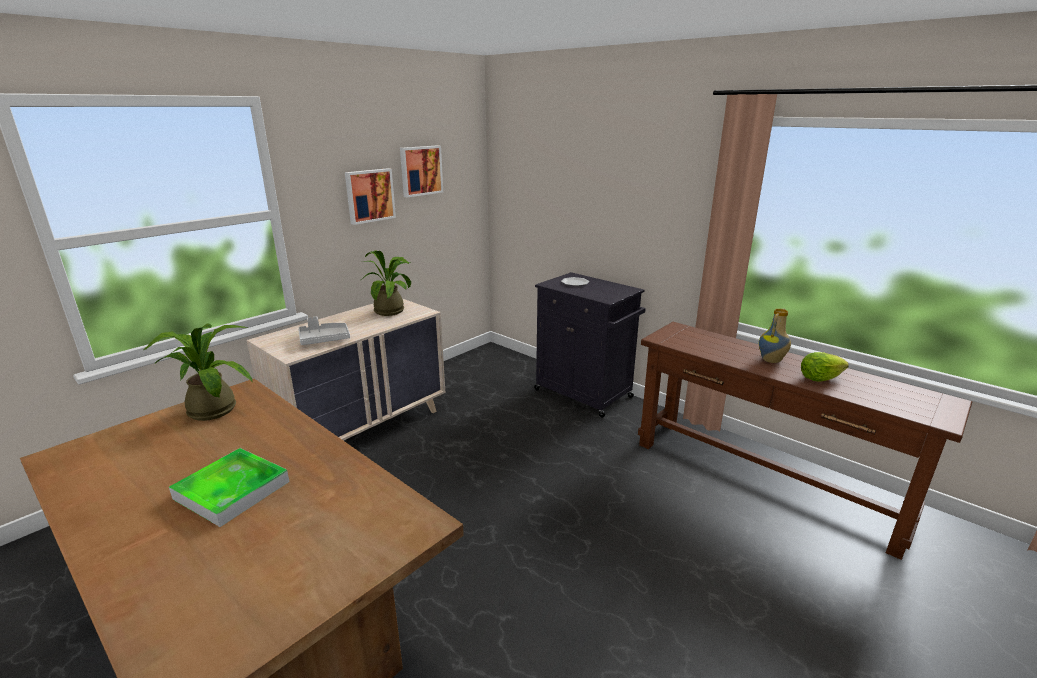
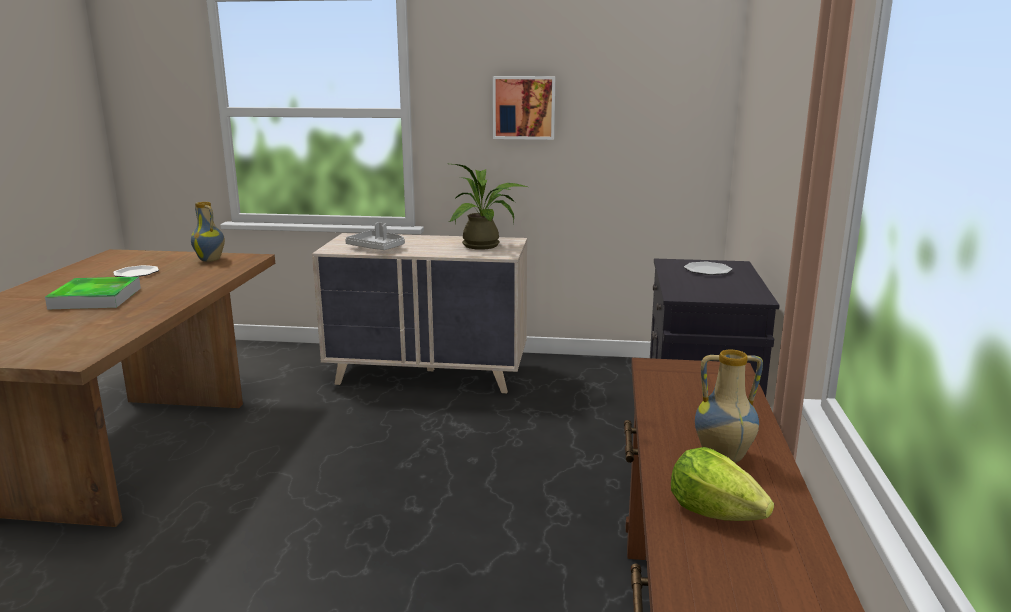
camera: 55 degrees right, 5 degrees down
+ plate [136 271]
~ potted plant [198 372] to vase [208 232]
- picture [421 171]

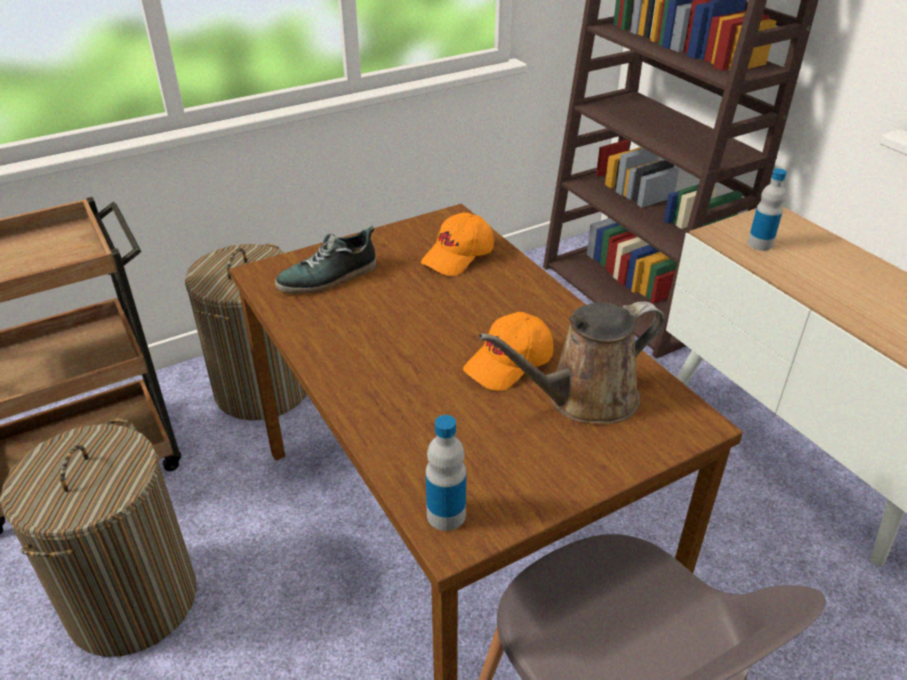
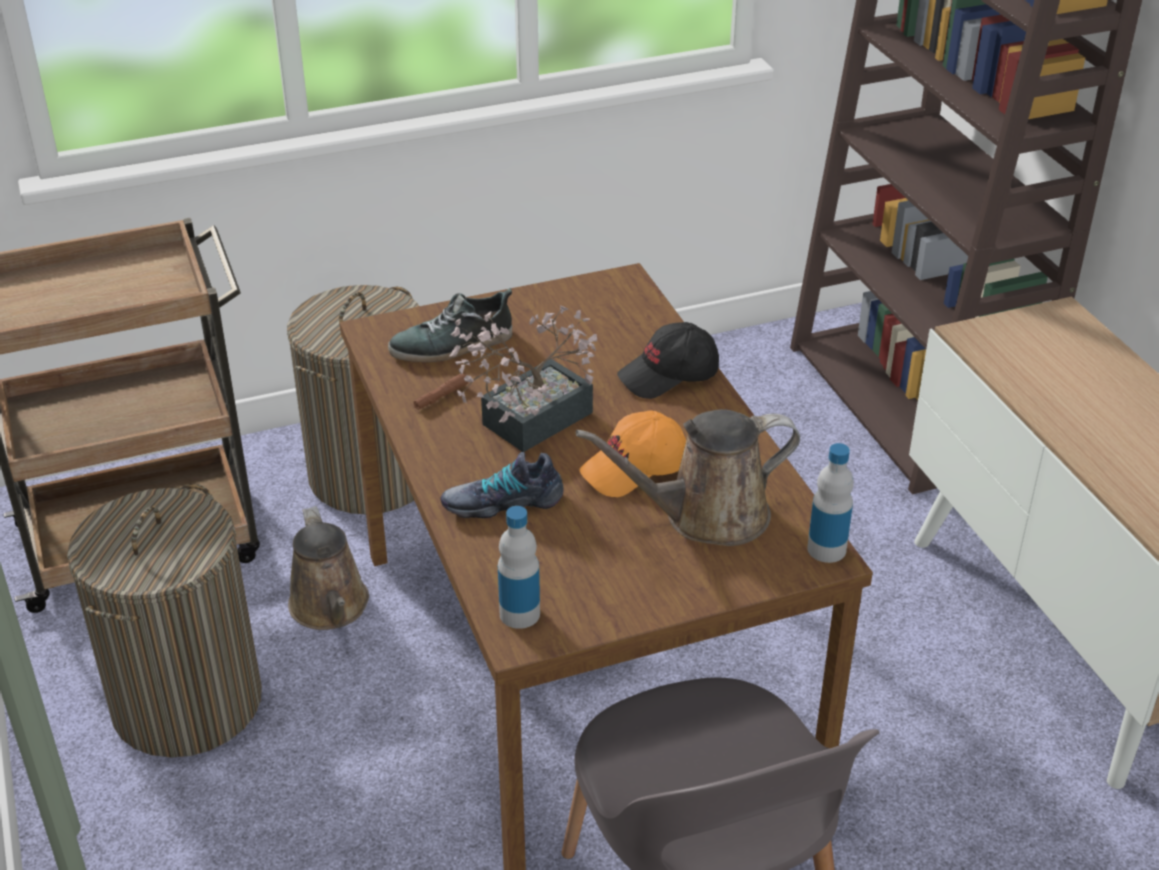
camera: 10 degrees right, 0 degrees up
+ watering can (brown) [328 568]
+ flashlight (brown) [441 392]
+ shoe [502 485]
+ potted plant [523 379]
+ cap (black) [668 360]
~ bottle [767 209] to [830 503]
- cap (orange) [457 244]

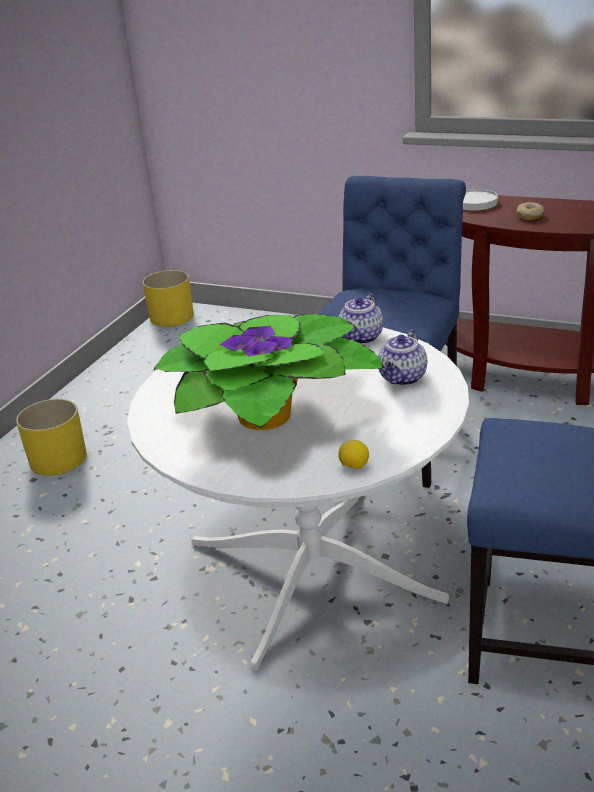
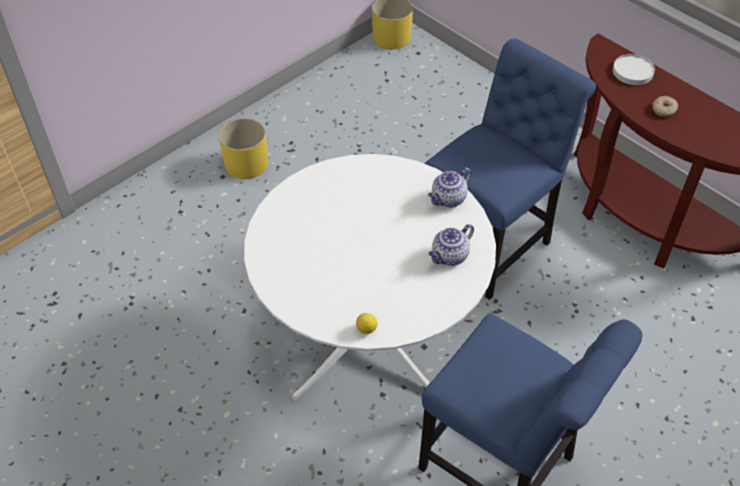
camera: 20 degrees right, 20 degrees up
- potted plant [268 372]

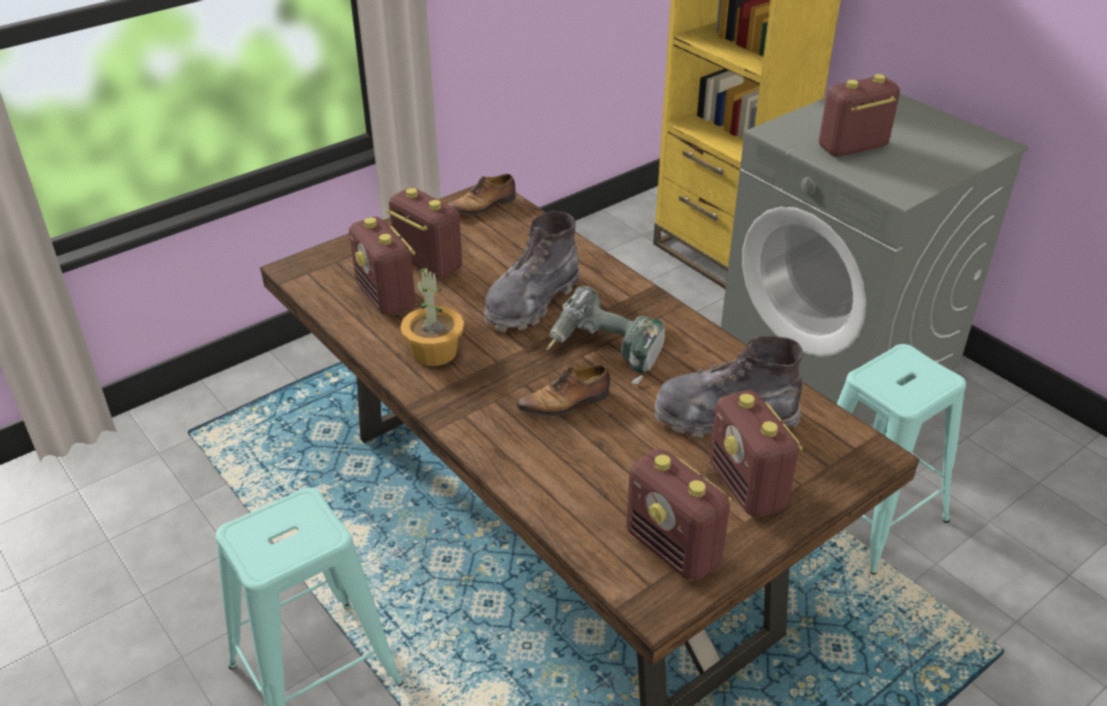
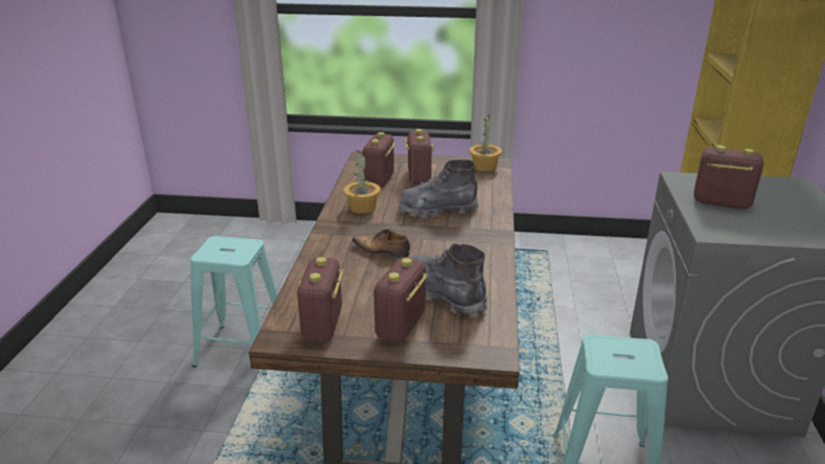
camera: 45 degrees right, 10 degrees down
~ shoe [482 194] to potted plant [485 143]
- power drill [605 335]

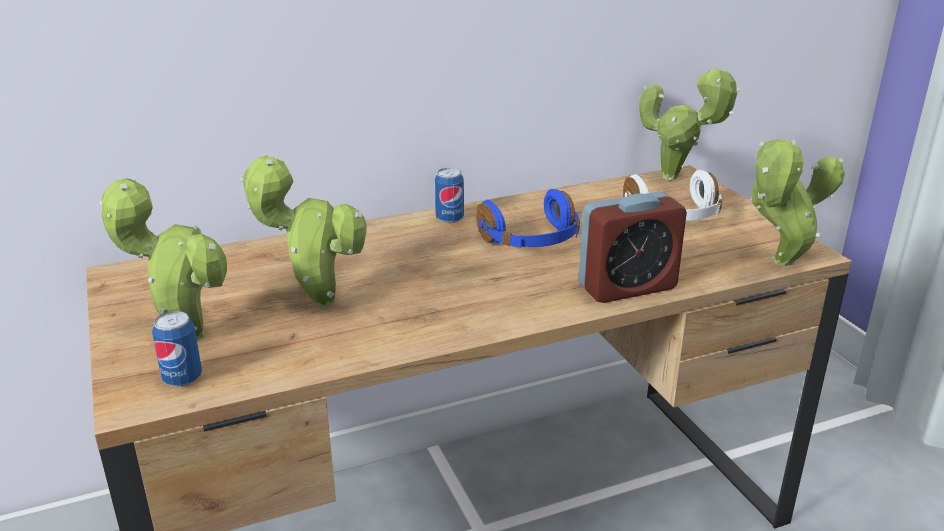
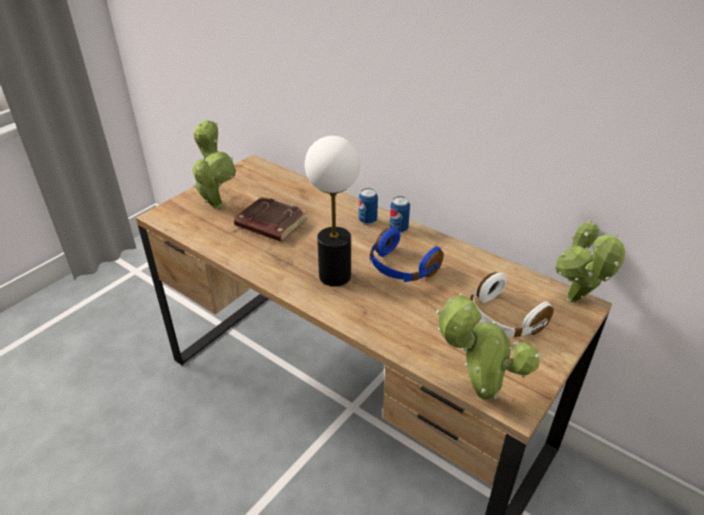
camera: 60 degrees right, 10 degrees up
~ potted plant [303 231] to book (brown) [270 219]
+ table lamp [332 211]
~ can [177 349] to [368 206]
- alarm clock [633 247]

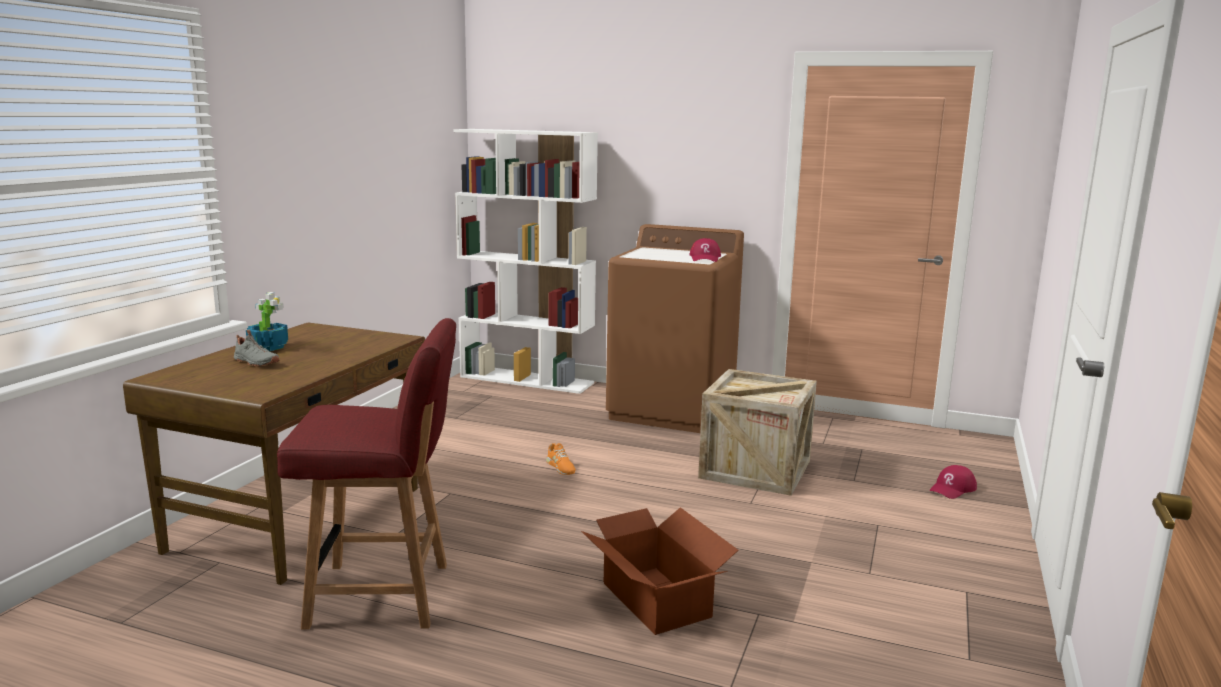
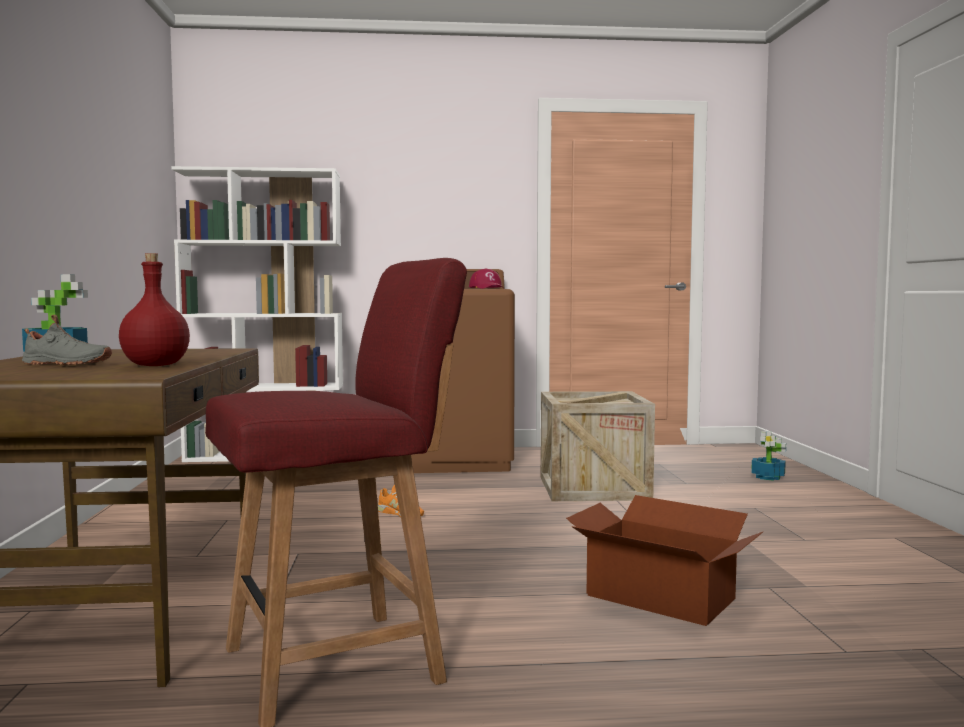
camera: 25 degrees left, 10 degrees down
+ bottle (red) [154 309]
~ cap (red) [953 482] to potted plant [768 456]

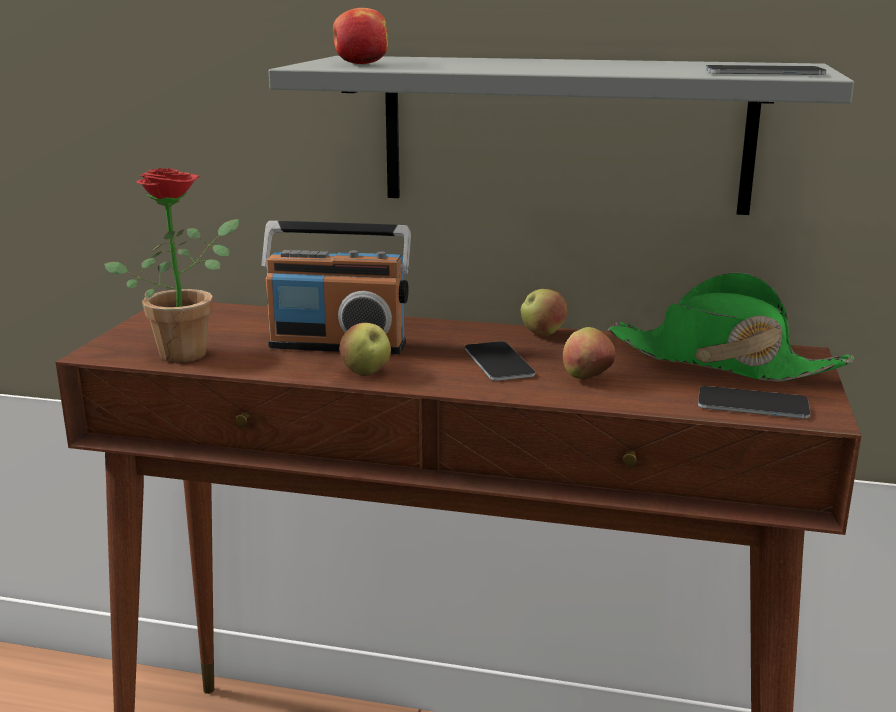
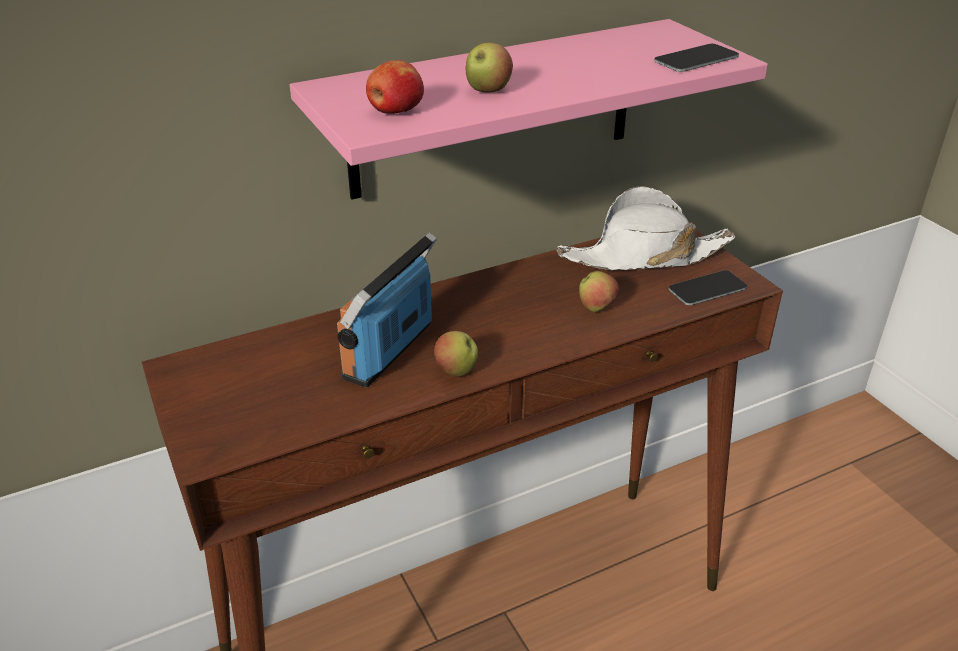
camera: 40 degrees left, 15 degrees up
~ shelf (grey) [561 135] to shelf (pink) [529 109]
~ radio [336 288] = [387 309] 150 degrees clockwise
~ apple [544 312] to [489 67]
~ hat (green) [731 327] to hat (white) [645 228]
- potted plant [171 265]
- phone [500 361]

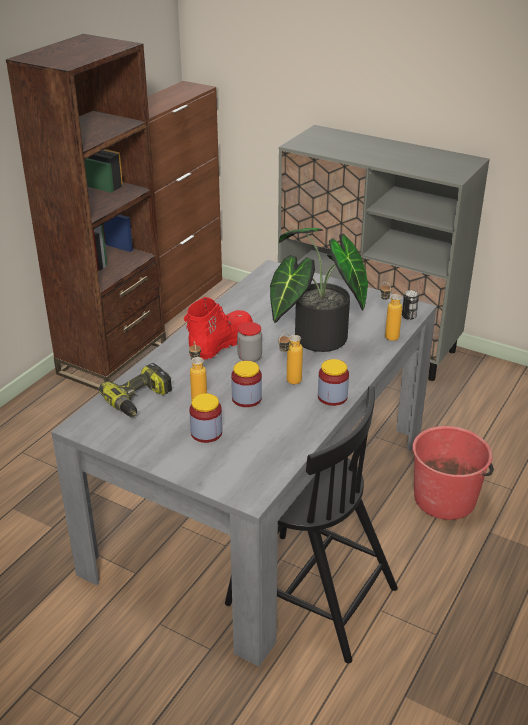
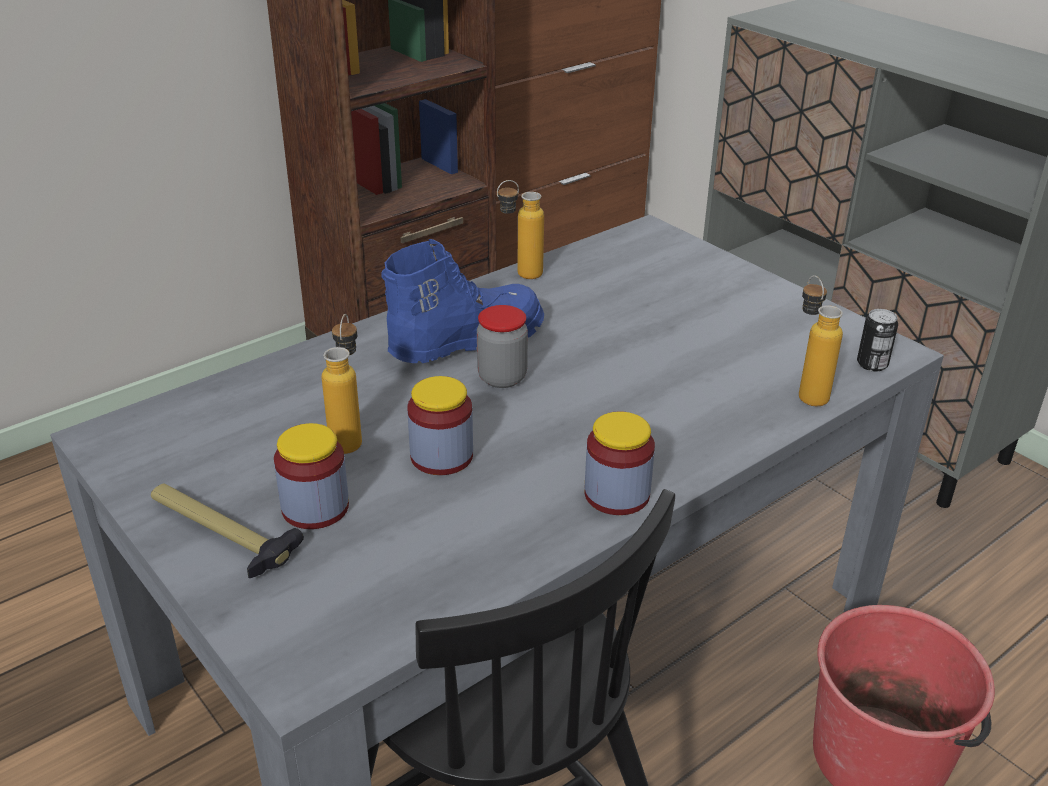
camera: 20 degrees right, 0 degrees up
+ hammer [227 531]
~ boot (red) [218 328] to boot (blue) [462 301]
~ bottle [290 358] to [520 229]
- power drill [135 390]
- potted plant [319 290]

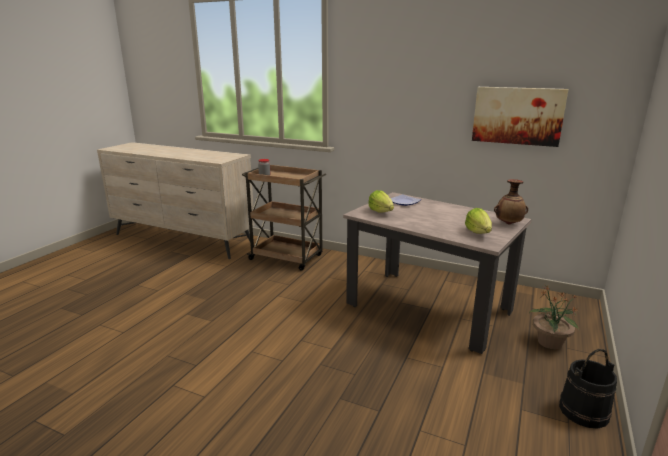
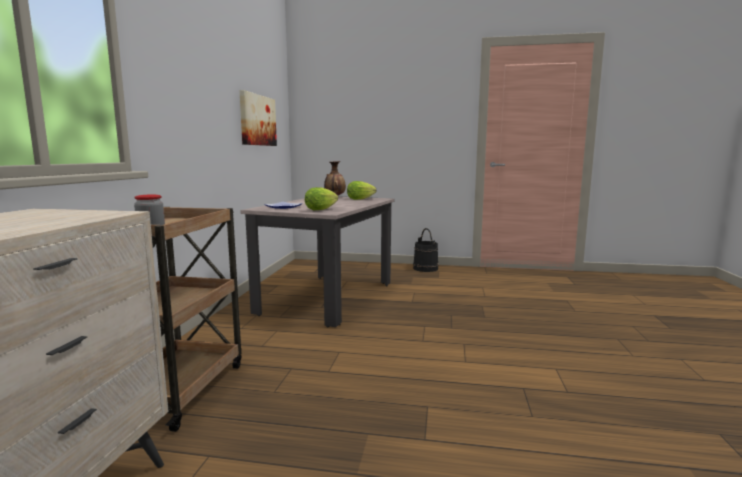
camera: 105 degrees left, 10 degrees down
- potted plant [554 317]

